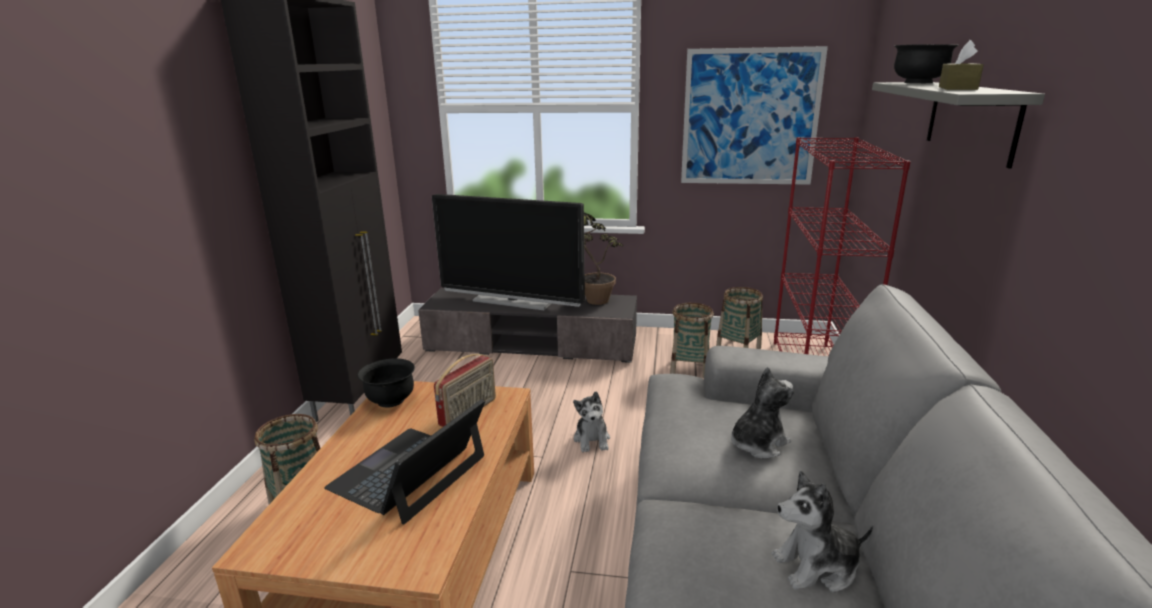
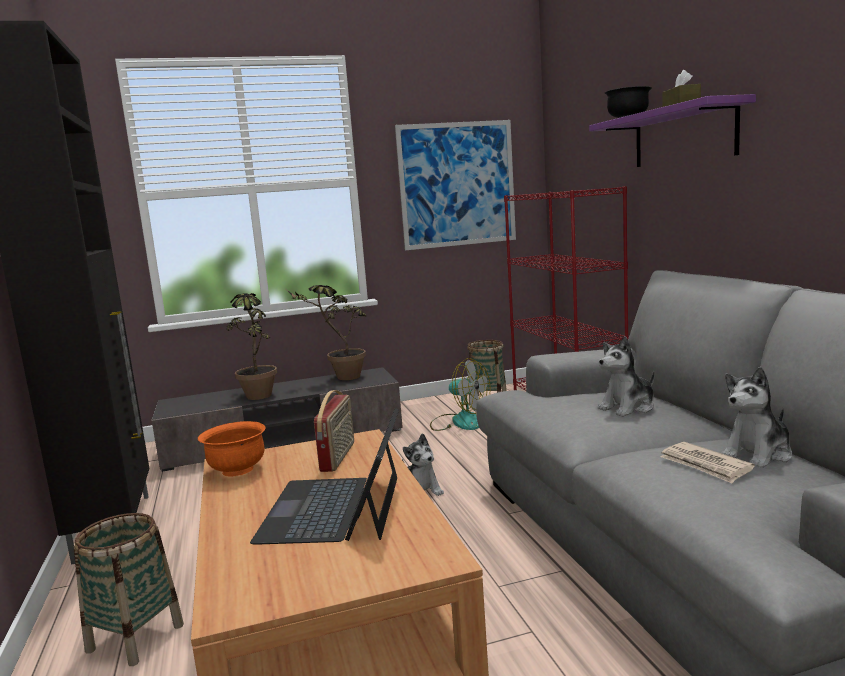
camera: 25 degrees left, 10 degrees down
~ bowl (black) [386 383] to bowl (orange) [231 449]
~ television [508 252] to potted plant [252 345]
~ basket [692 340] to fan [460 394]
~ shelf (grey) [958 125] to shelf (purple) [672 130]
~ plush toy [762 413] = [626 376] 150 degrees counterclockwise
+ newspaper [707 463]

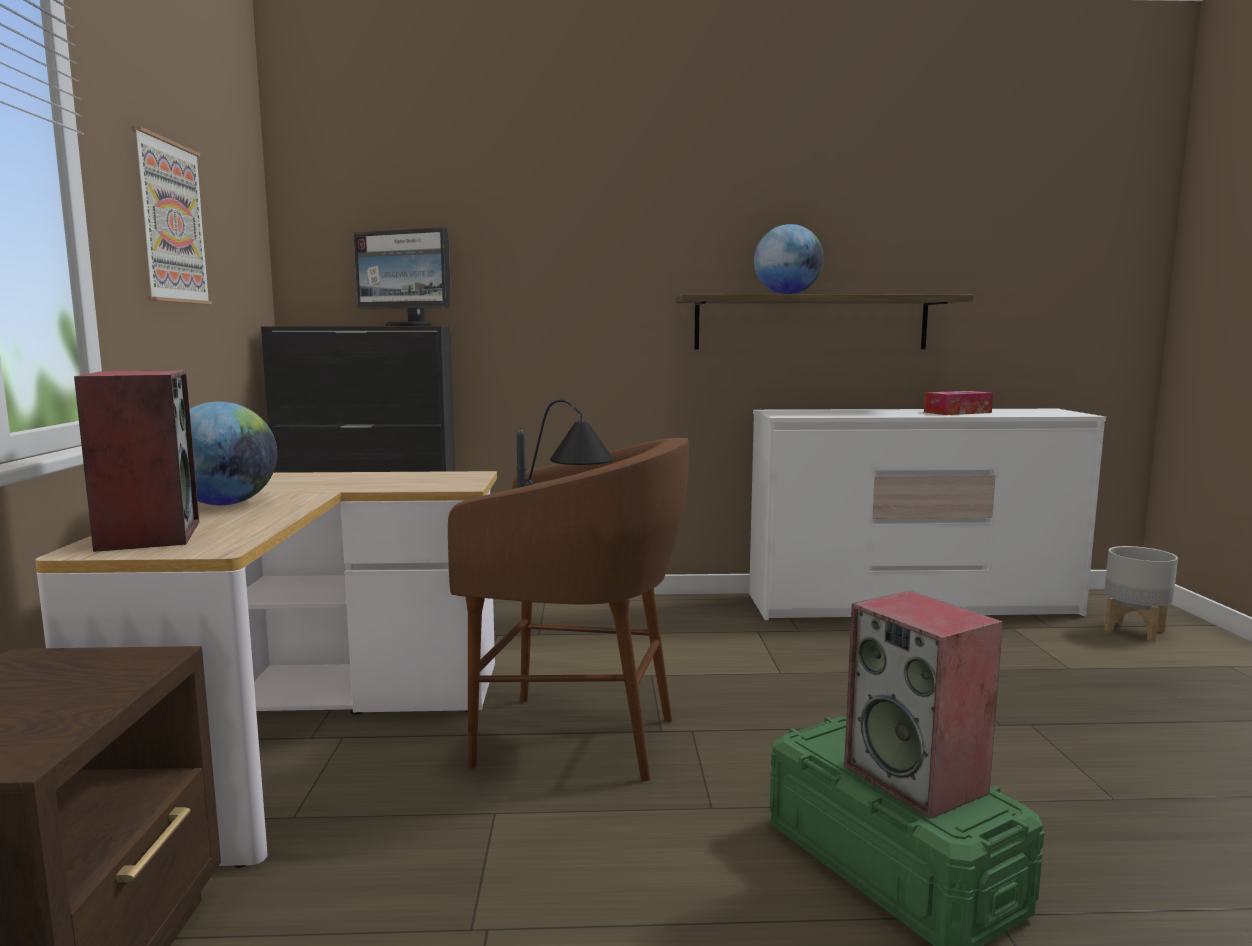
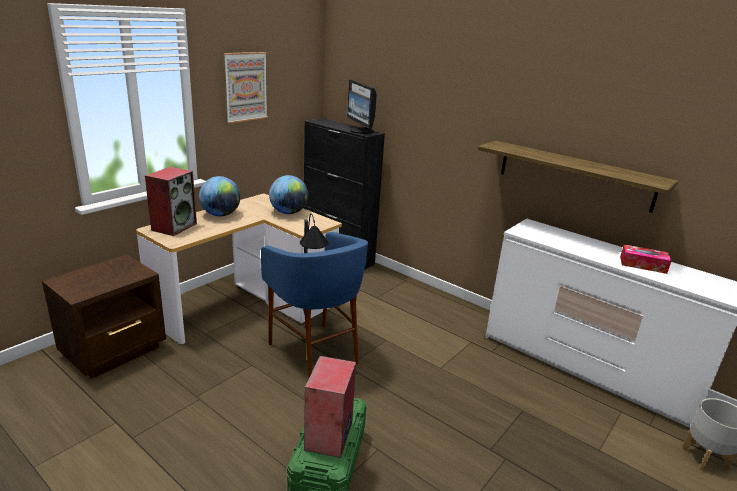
camera: 40 degrees right, 15 degrees up
~ stool (brown) [568 609] to stool (blue) [314 305]
~ globe [789 259] to [288 194]

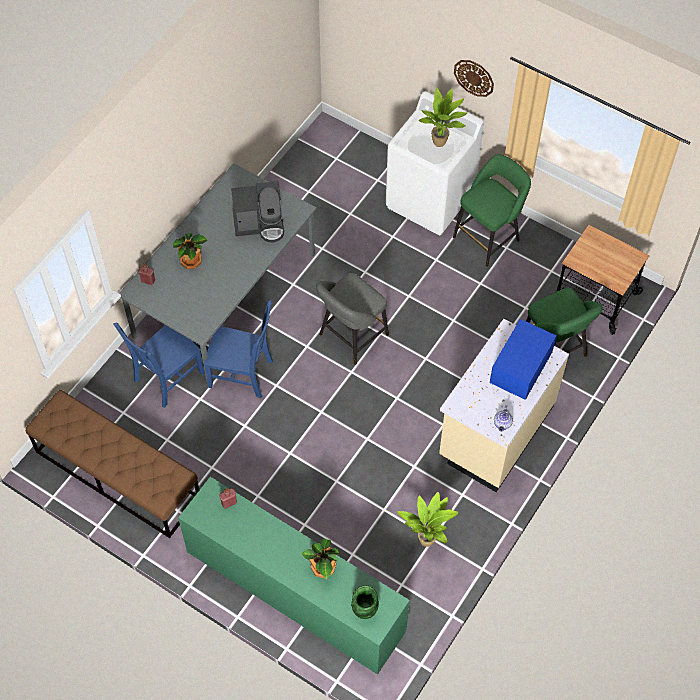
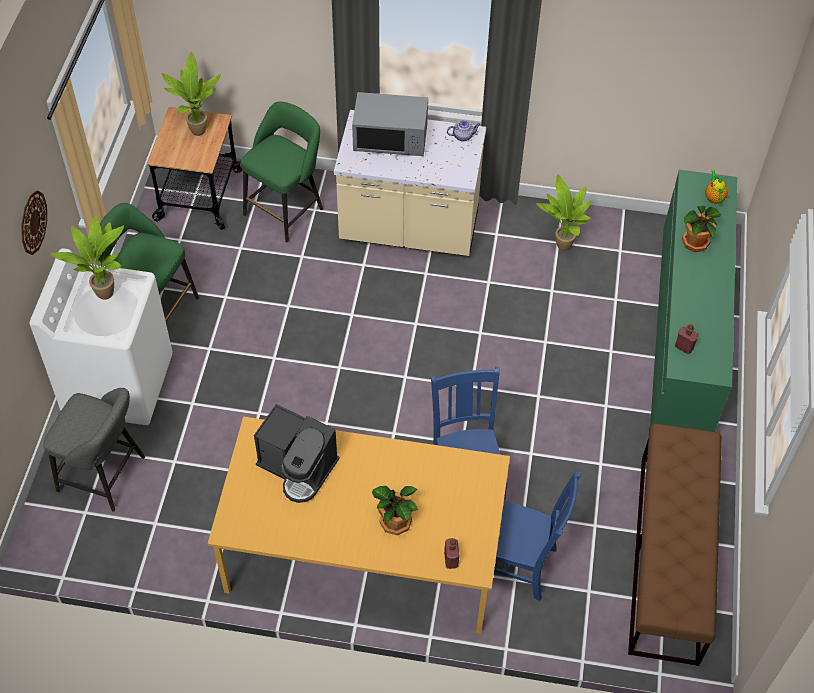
camera: 115 degrees left, 5 degrees down
~ stool (grey) [352 319] to [94 449]
+ potted plant [191 94]
~ dining table (grey) [217 273] to dining table (orange) [359 525]
~ coffee machine [257 212] = [297 453] 150 degrees clockwise
~ microwave (blue) [523 359] to microwave (grey) [390 124]
~ vase (green) [365 602] to teapot [716 187]

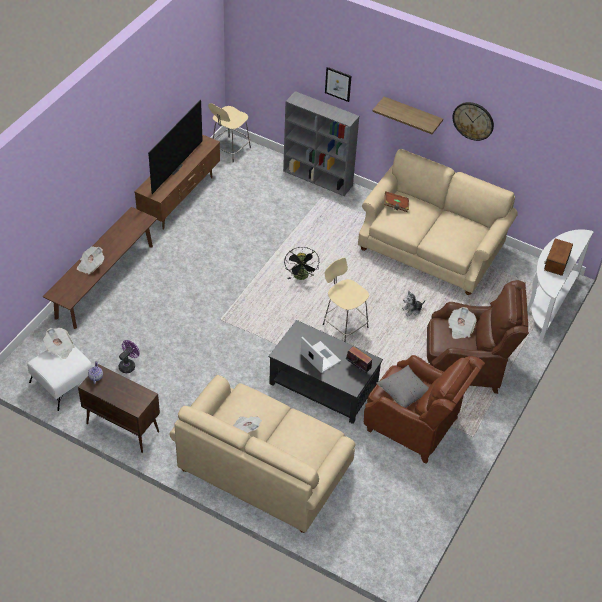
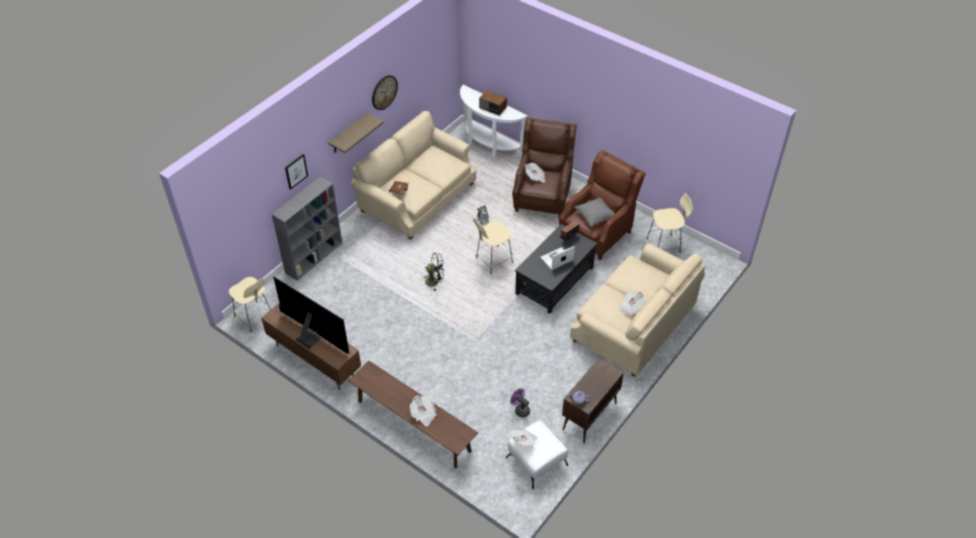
camera: 80 degrees left, 0 degrees up
+ stool (beige) [670 223]

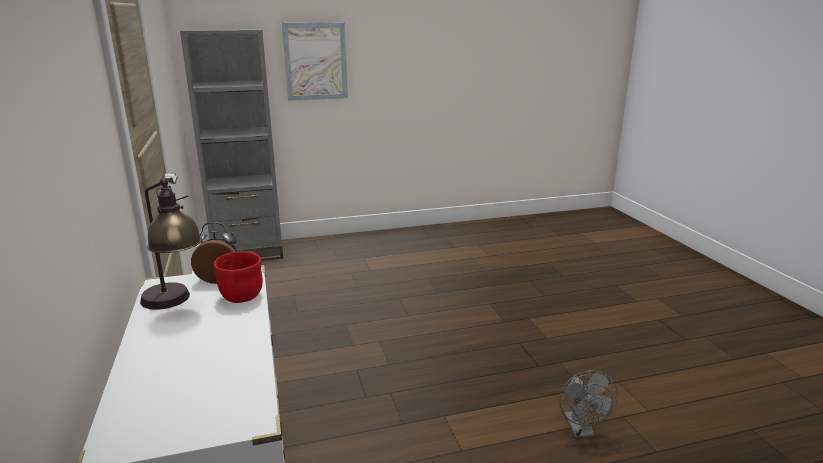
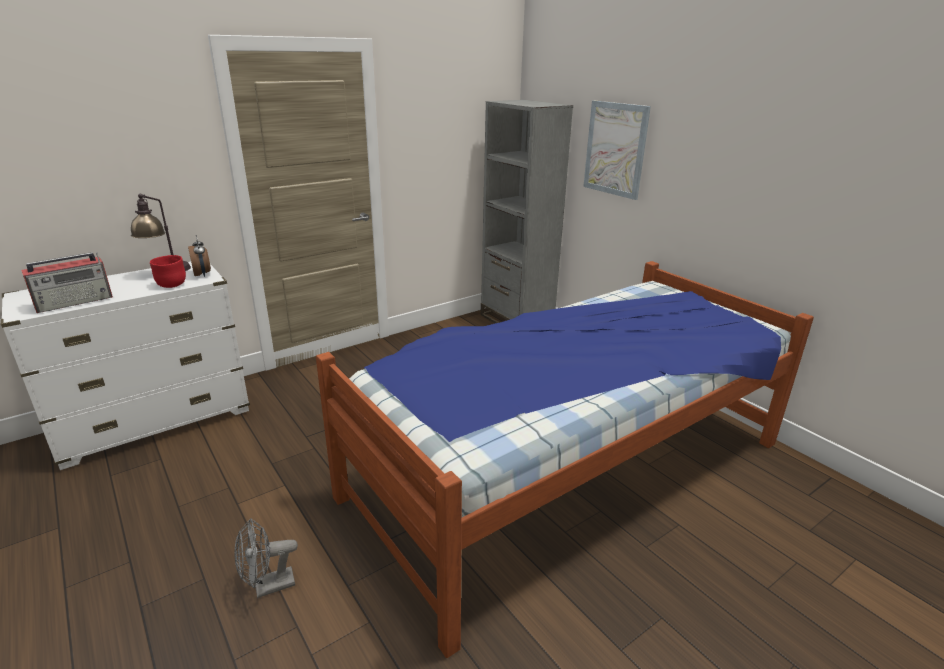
camera: 70 degrees right, 5 degrees up
+ radio [67 282]
+ bed [565 459]

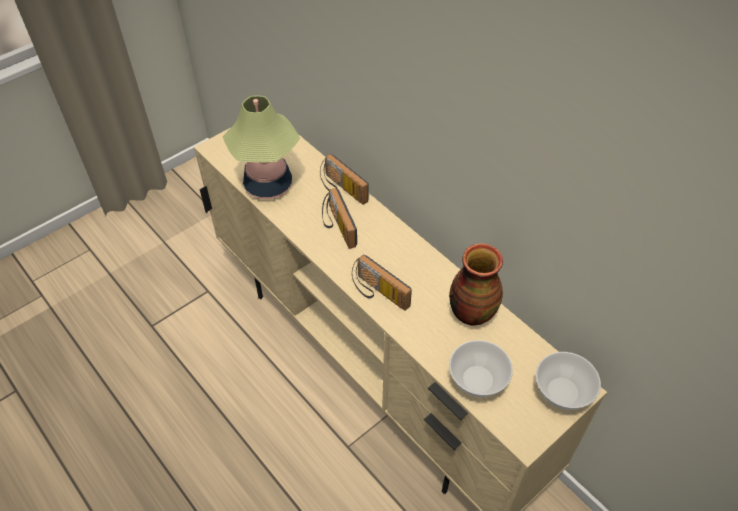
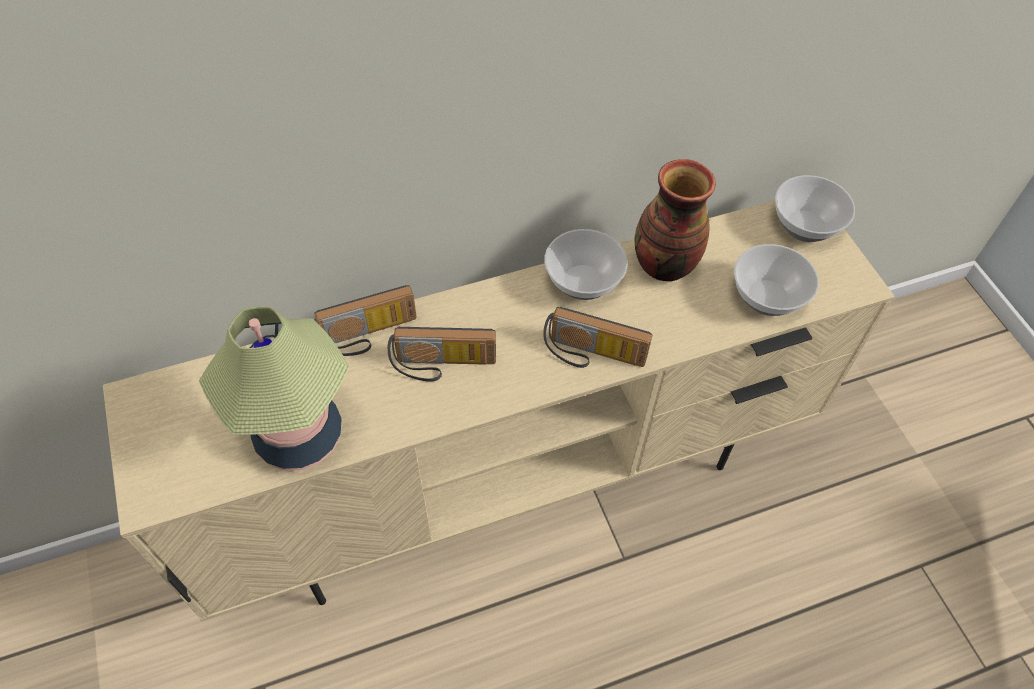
camera: 70 degrees left, 5 degrees up
~ radio [382 282] = [597 337] 45 degrees clockwise
+ bowl [586 264]

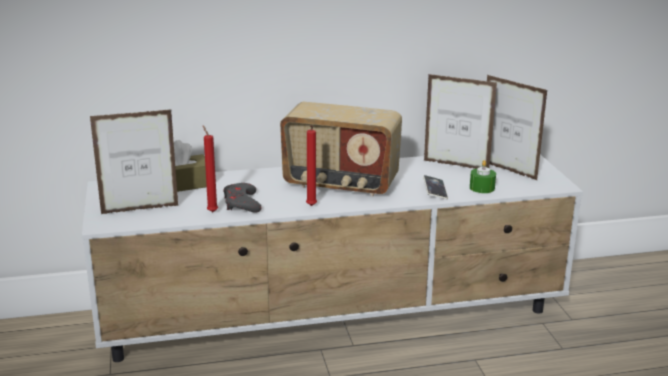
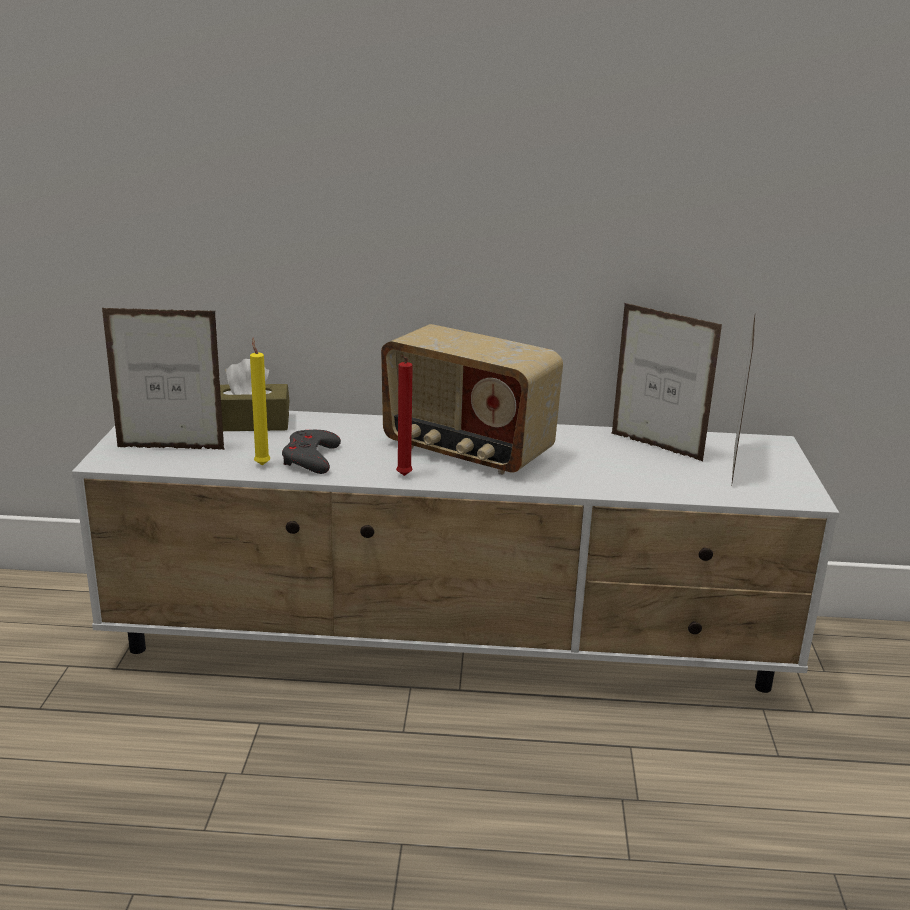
camera: 15 degrees right, 0 degrees up
~ candle (red) [210 168] to candle (yellow) [260 401]
~ picture frame [517 128] = [743 399] 135 degrees counterclockwise
- phone [435 187]
- candle (green) [483 176]

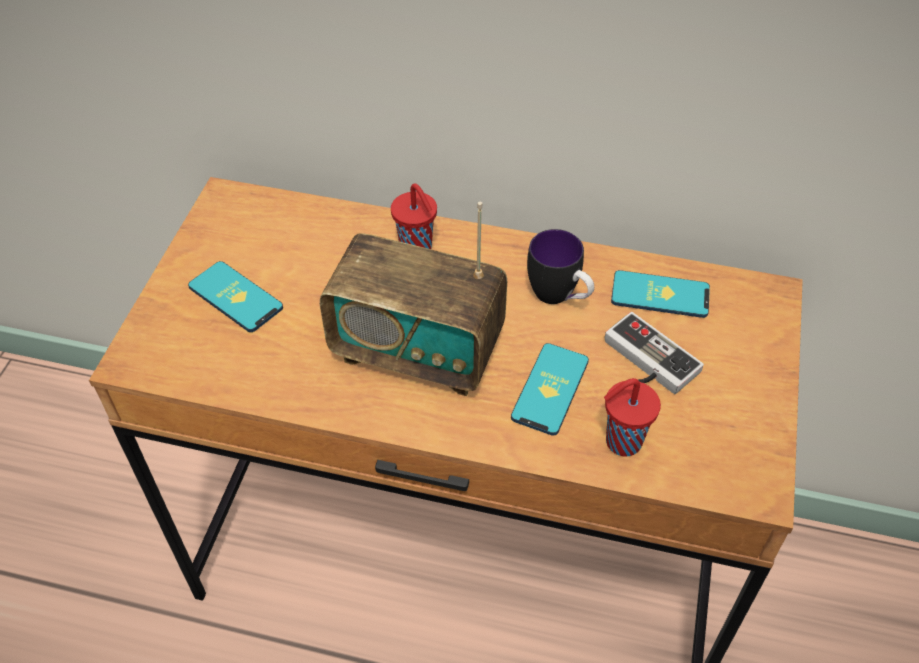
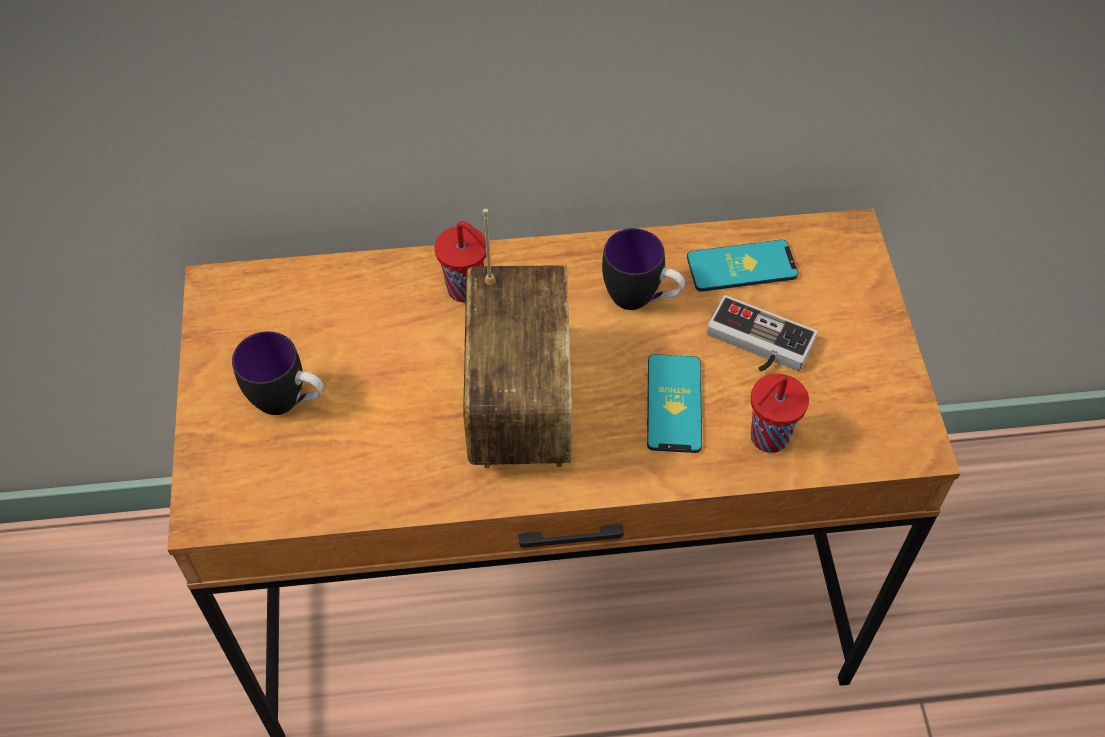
camera: 20 degrees left, 5 degrees up
~ phone [235 296] to mug [278 373]
~ radio [413 299] = [517 338] 90 degrees counterclockwise

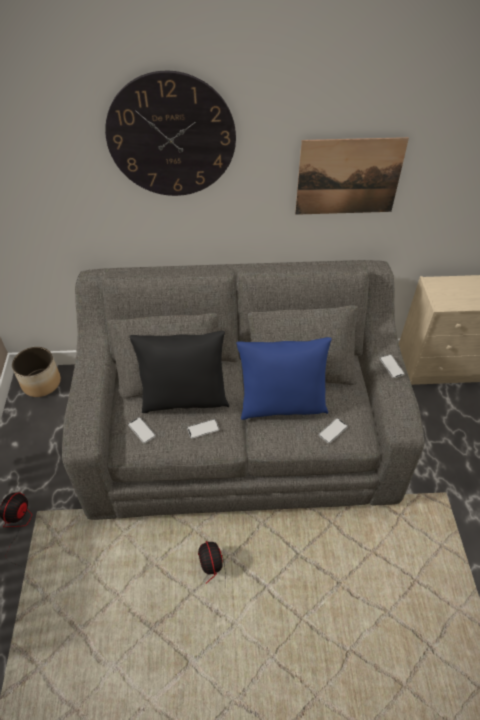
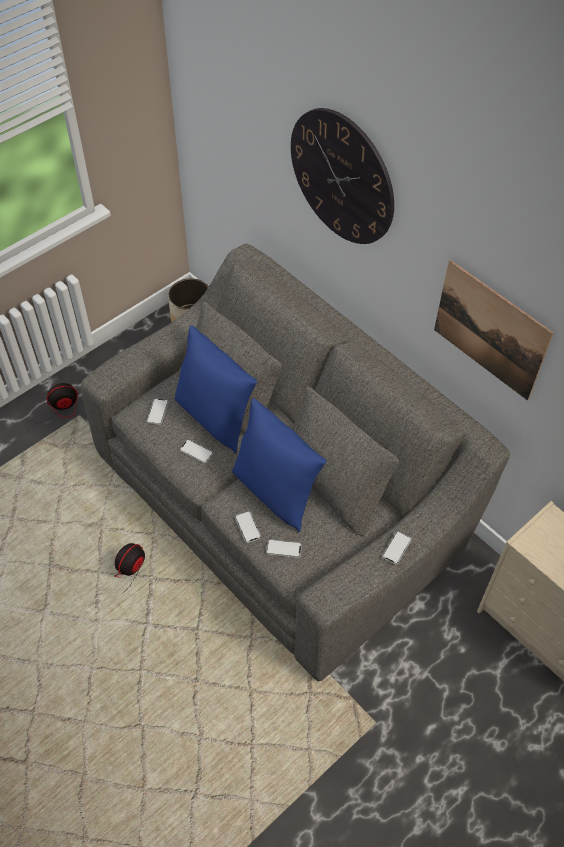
camera: 50 degrees right, 5 degrees up
~ pillow (black) [179 372] to pillow (blue) [216 389]
+ phone [248 527]

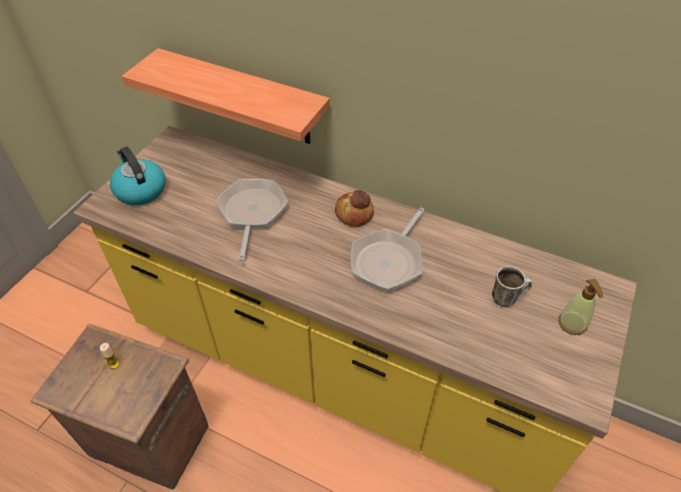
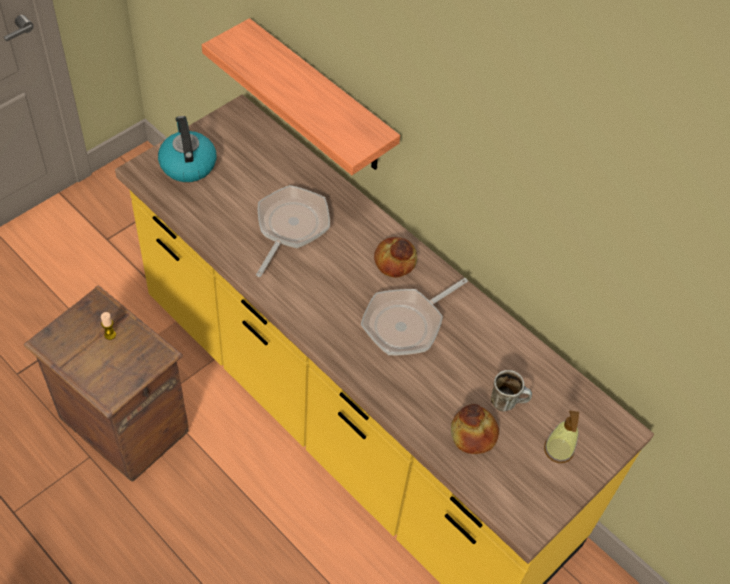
camera: 15 degrees right, 5 degrees up
+ bread [475 429]

